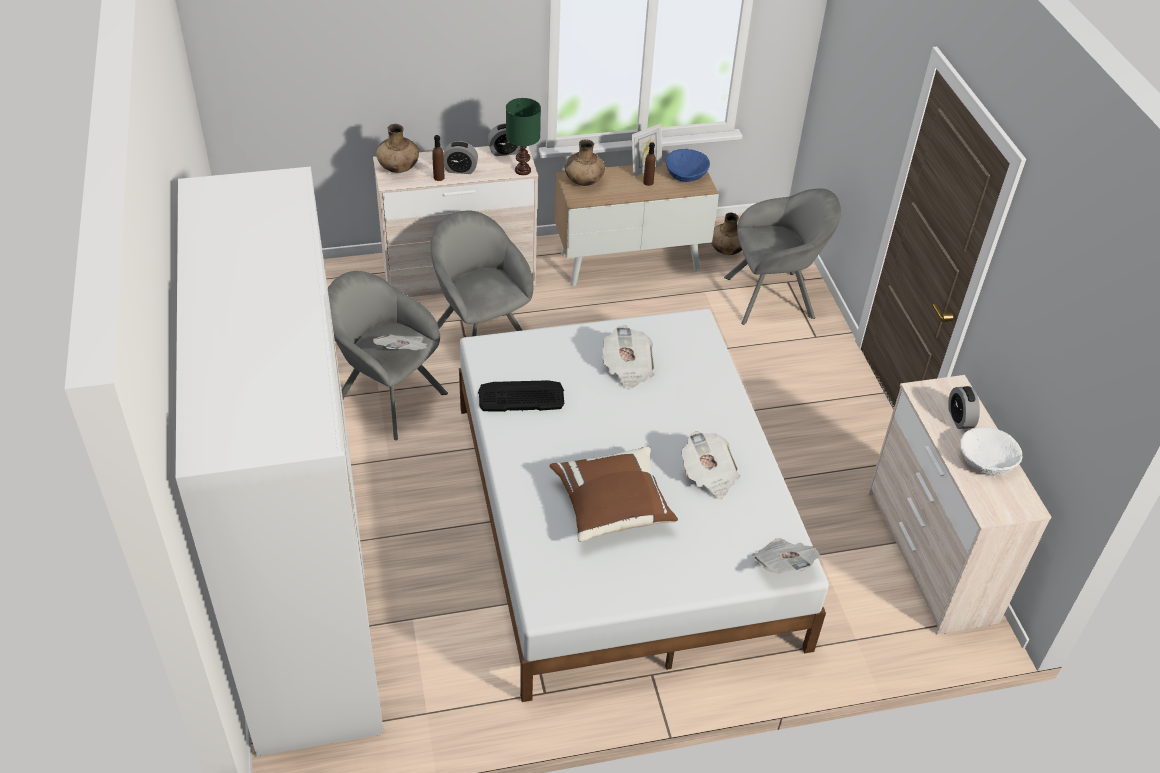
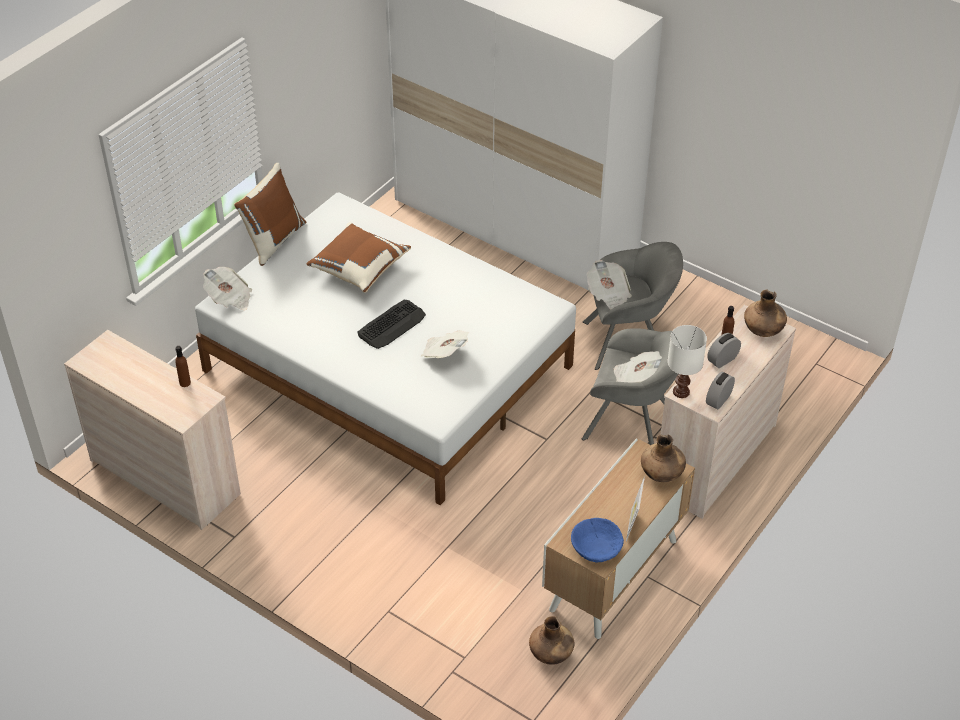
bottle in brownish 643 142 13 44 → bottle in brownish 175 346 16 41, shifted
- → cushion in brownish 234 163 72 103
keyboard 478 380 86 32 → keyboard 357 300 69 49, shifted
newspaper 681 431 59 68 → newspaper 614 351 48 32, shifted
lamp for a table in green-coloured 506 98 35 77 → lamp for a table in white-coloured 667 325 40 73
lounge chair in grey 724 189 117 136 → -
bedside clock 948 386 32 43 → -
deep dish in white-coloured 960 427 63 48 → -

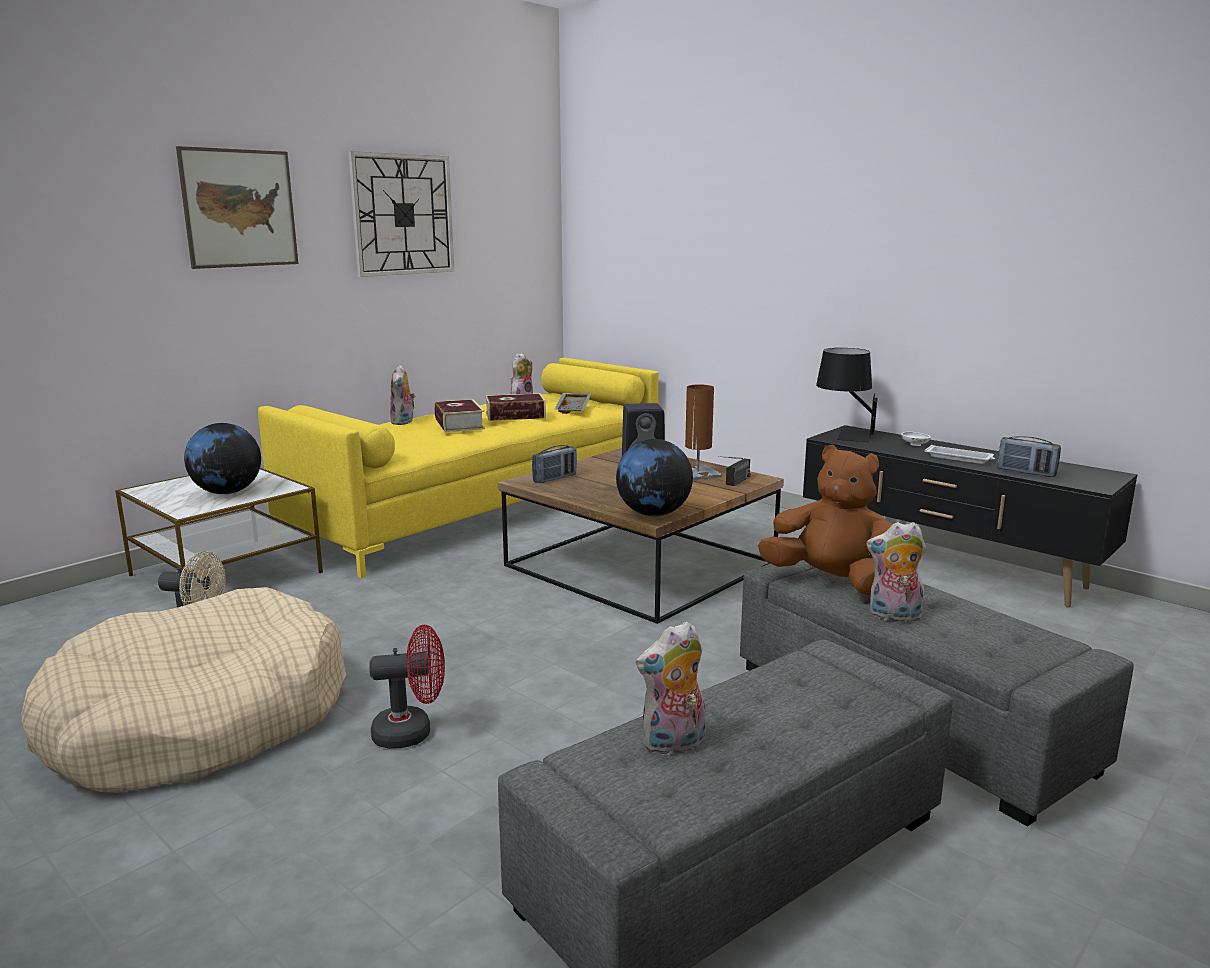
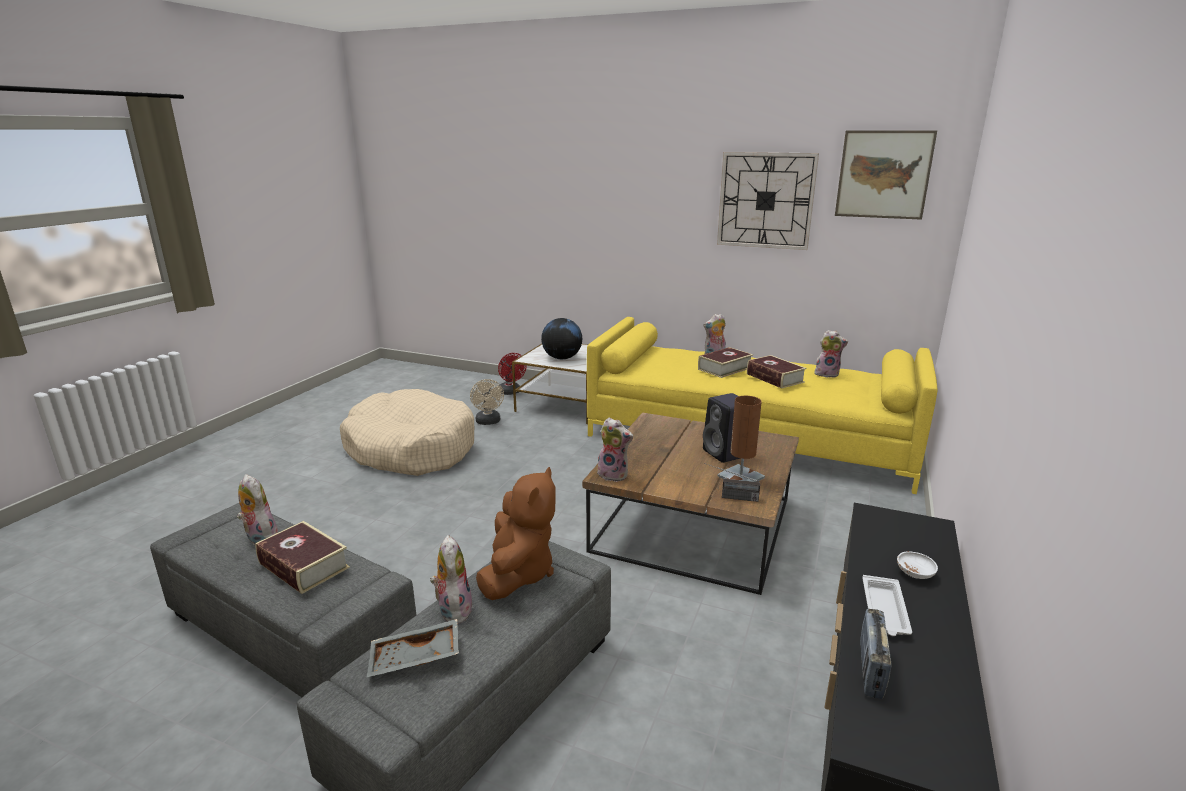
- → volume 255 521 95 73
carrying tray in grey 554 393 37 21 → carrying tray in grey 366 619 93 59, shifted
fan in red 369 625 76 124 → fan in red 498 353 29 42, shifted
desk globe 616 439 77 77 → soft toy 597 418 36 64
wall picture 176 146 122 123 → wall picture 835 130 102 90, shifted
radio set 532 445 45 38 → -
lamp for a table in black-coloured 816 348 61 94 → -

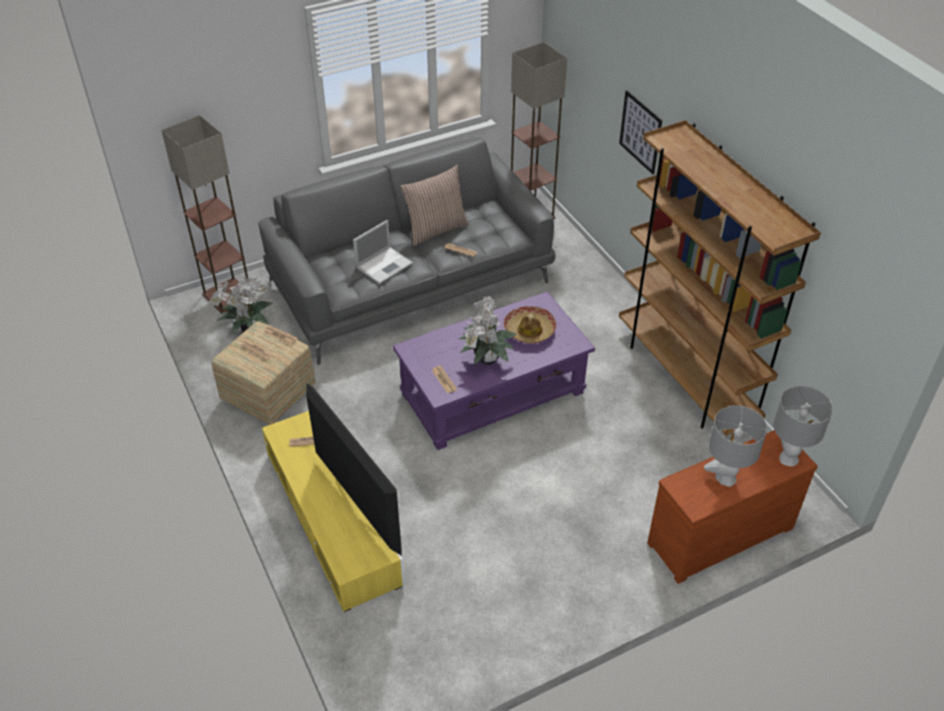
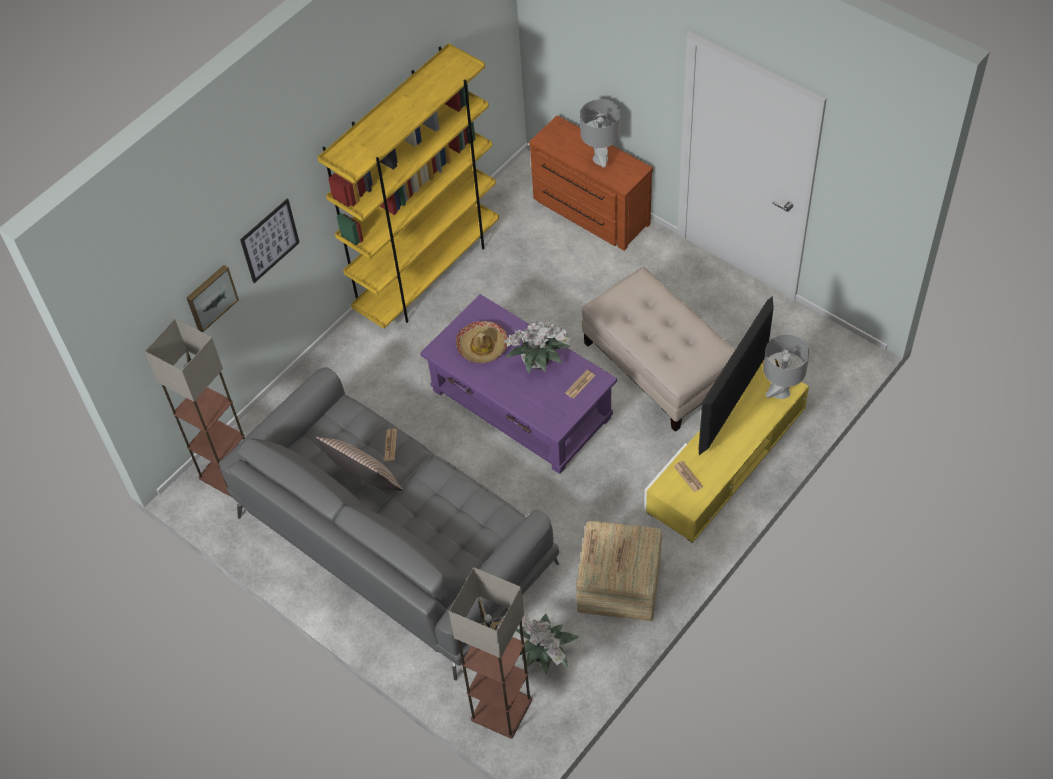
- → wall picture 187 265 52 67
shelving unit in brownish 619 120 202 315 → shelving unit in yellow-coloured 318 43 181 286
- → pouffe in beige-coloured 582 267 153 165
lamp for a table in grey 773 386 60 80 → lamp for a table in grey 763 334 46 65, shifted
notebook computer 353 220 60 64 → -

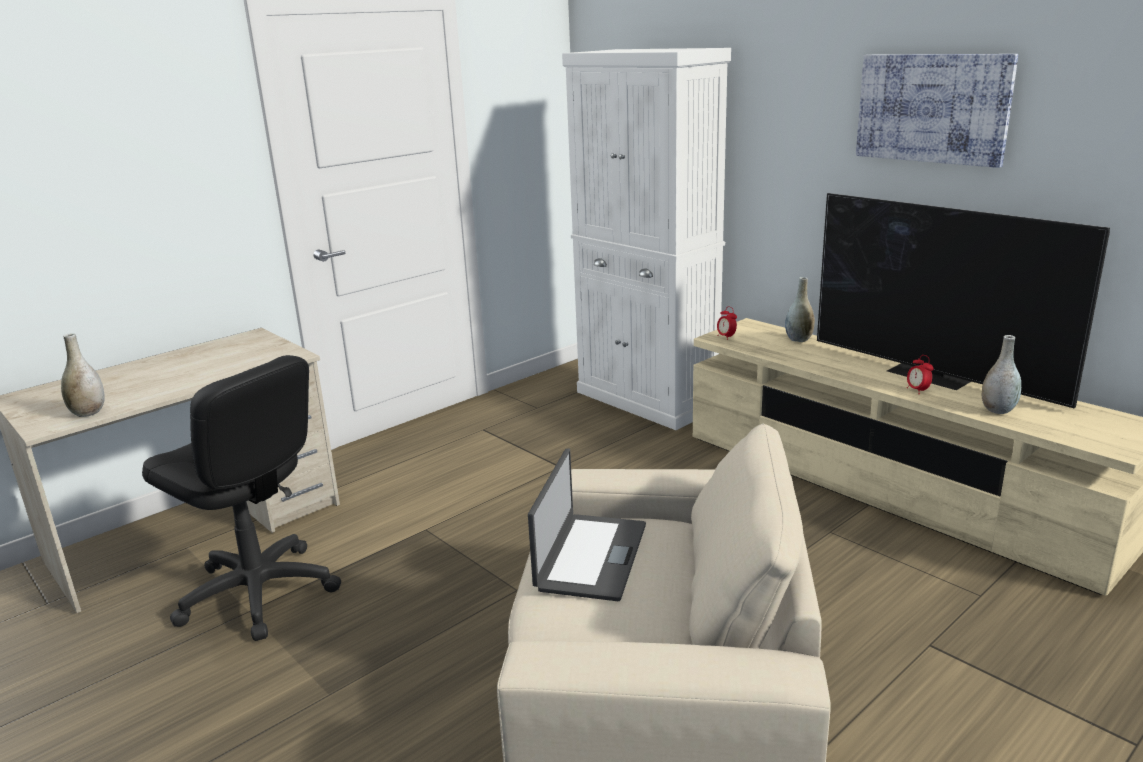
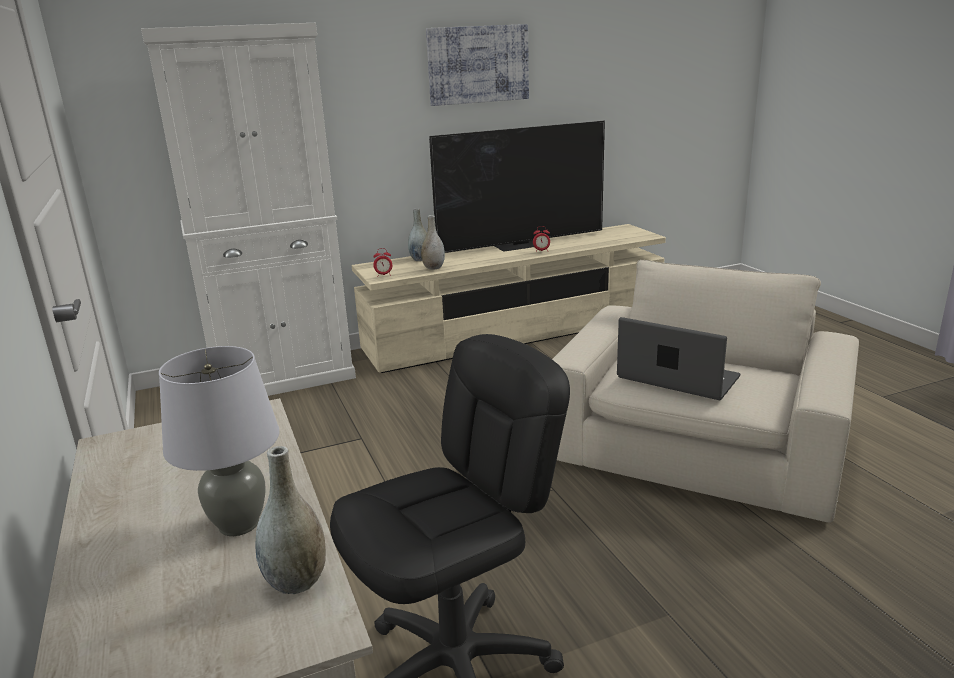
- → lamp for a table in grey 159 346 120 190
decorative vase in grey 982 335 39 79 → decorative vase in grey 421 215 24 55, shifted

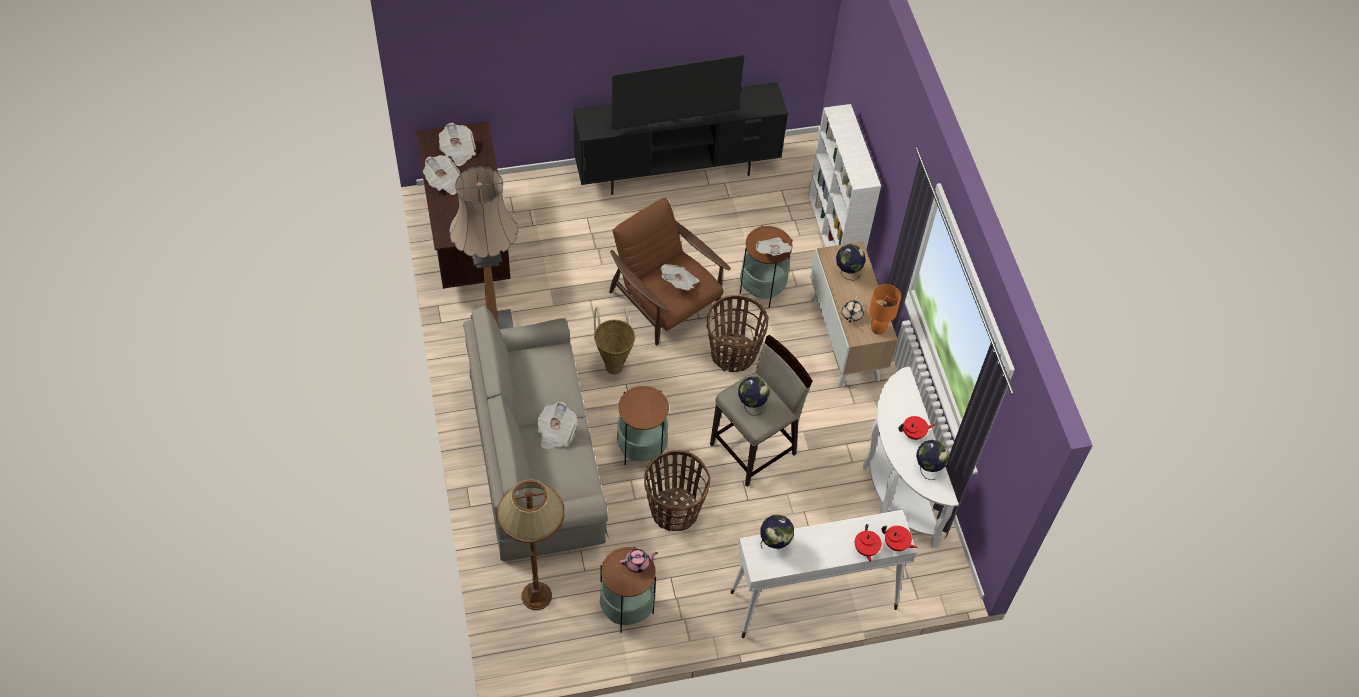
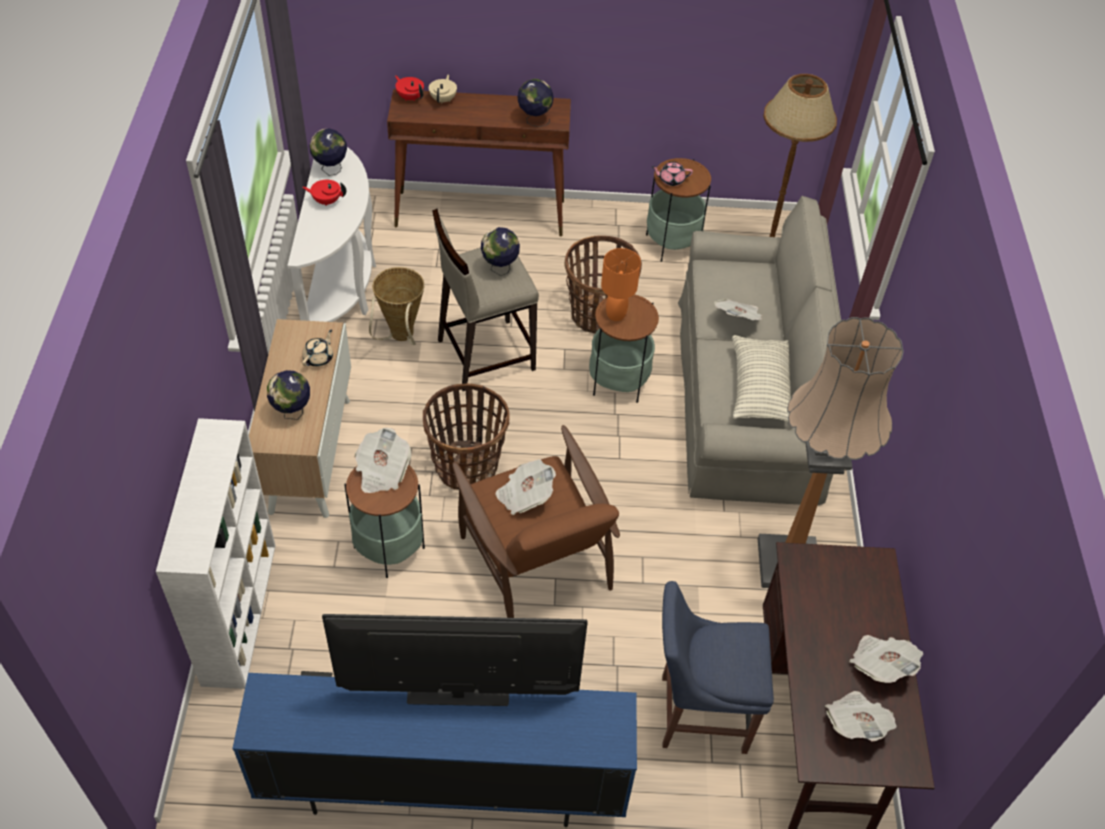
media console in black-coloured 573 82 215 113 → media console in blue 232 671 405 156
basket 594 305 41 69 → basket 369 267 55 78, shifted
narrow table in white-coloured 730 510 187 128 → narrow table in brownish 387 89 184 147
teapot in red 855 524 27 38 → teapot in beige-coloured 429 75 28 29
lamp for a table in orange 869 284 32 51 → lamp for a table in orange 601 248 40 73, shifted
- → chair in blue 662 581 112 173
- → cushion 732 335 59 87

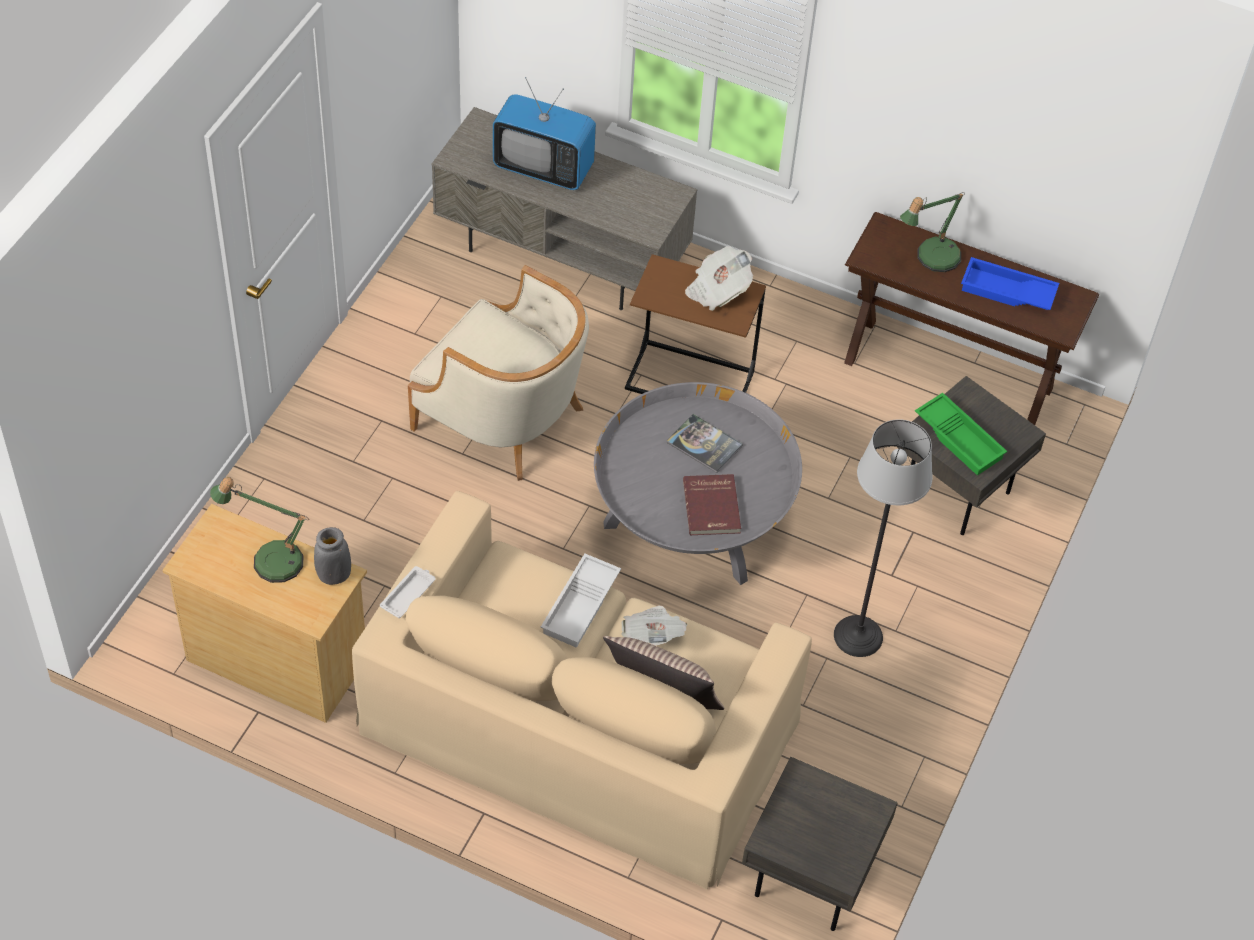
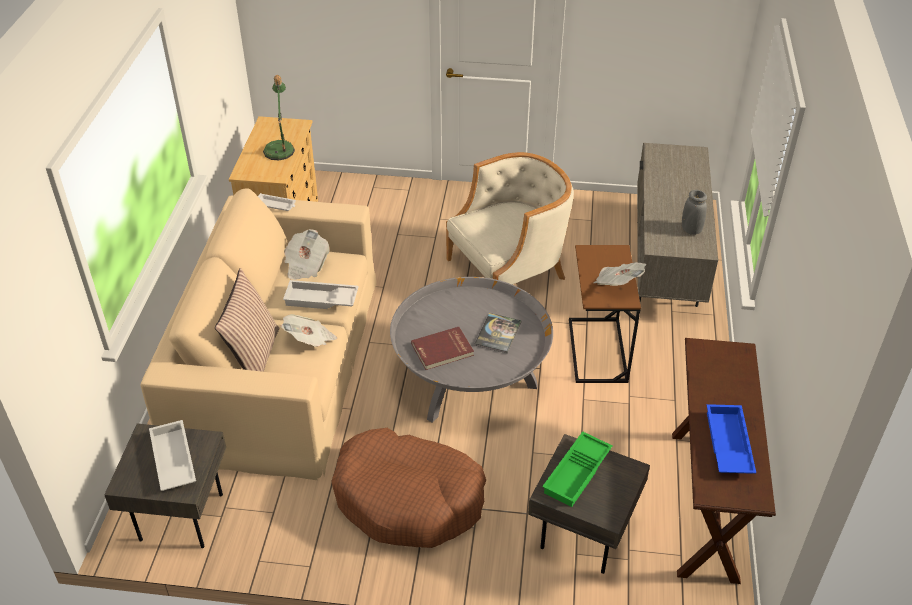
- → carrying tray in white-coloured 149 420 47 71
- → newspaper 284 229 46 51
standing lamp 834 419 98 238 → dog cushion in brownish 331 428 155 120
lounge chair in beige-coloured 408 265 181 216 → lounge chair in beige-coloured 446 152 128 133, 135 degrees counterclockwise
decorative vase in grey 314 527 37 58 → decorative vase in grey 682 190 25 45, shifted
television 493 77 103 113 → -
lamp for a table 900 192 65 80 → -

